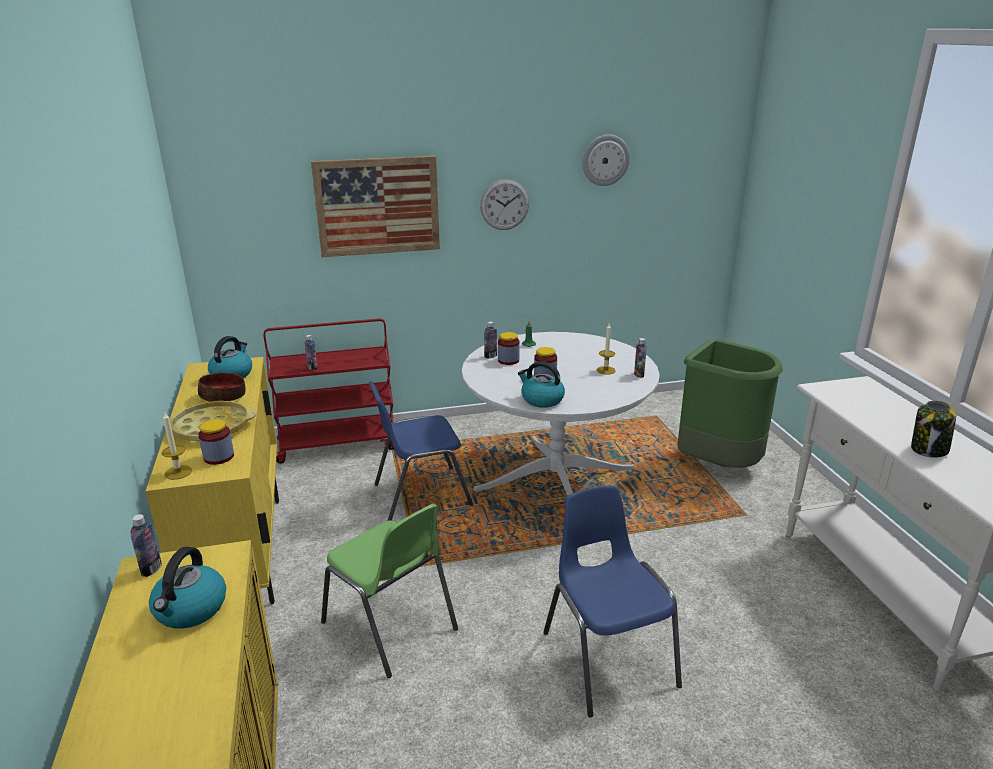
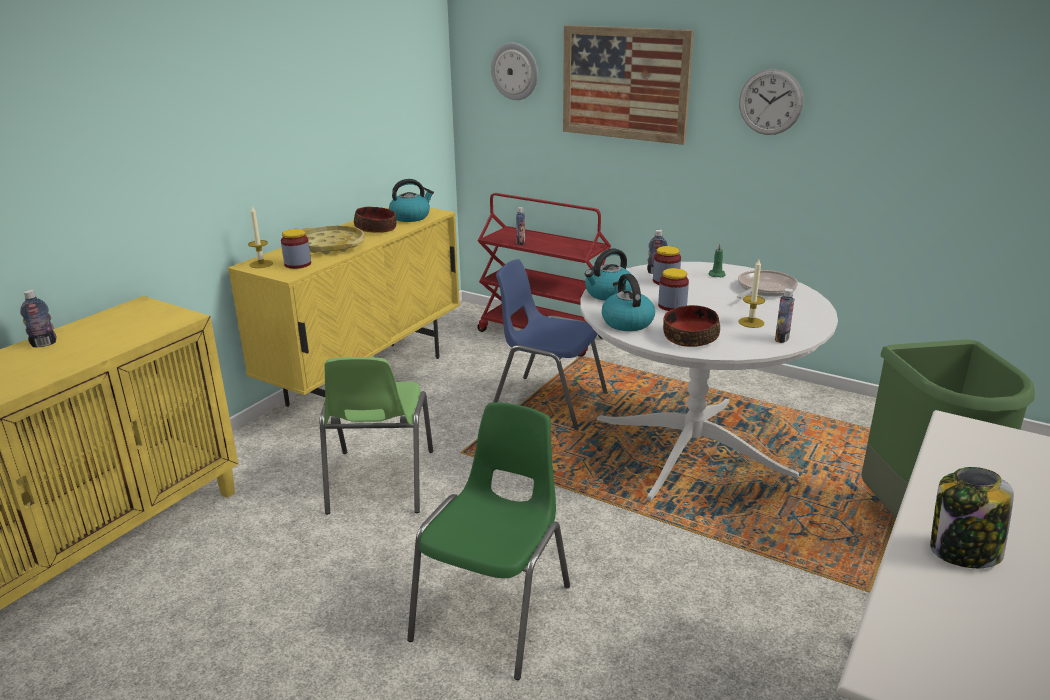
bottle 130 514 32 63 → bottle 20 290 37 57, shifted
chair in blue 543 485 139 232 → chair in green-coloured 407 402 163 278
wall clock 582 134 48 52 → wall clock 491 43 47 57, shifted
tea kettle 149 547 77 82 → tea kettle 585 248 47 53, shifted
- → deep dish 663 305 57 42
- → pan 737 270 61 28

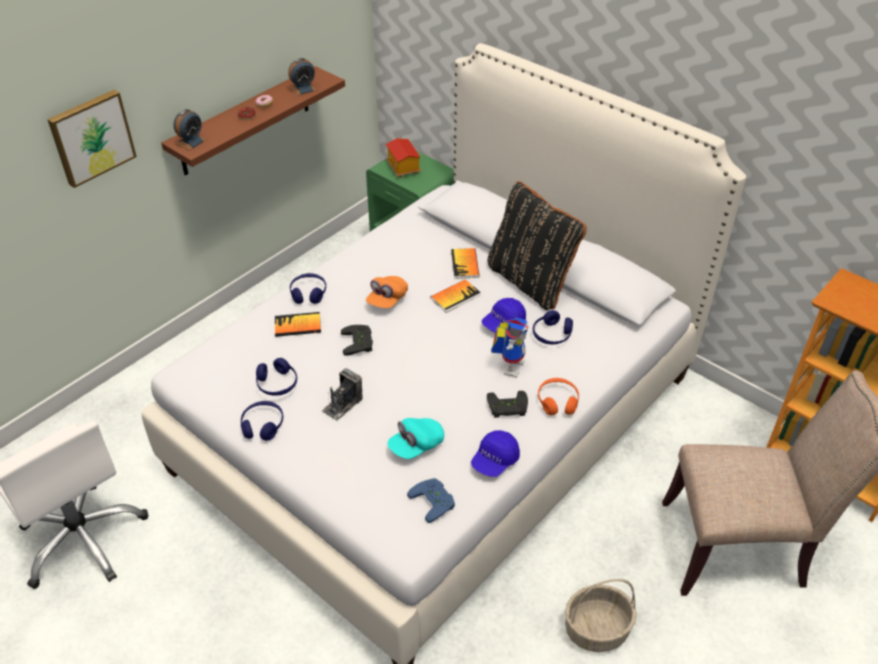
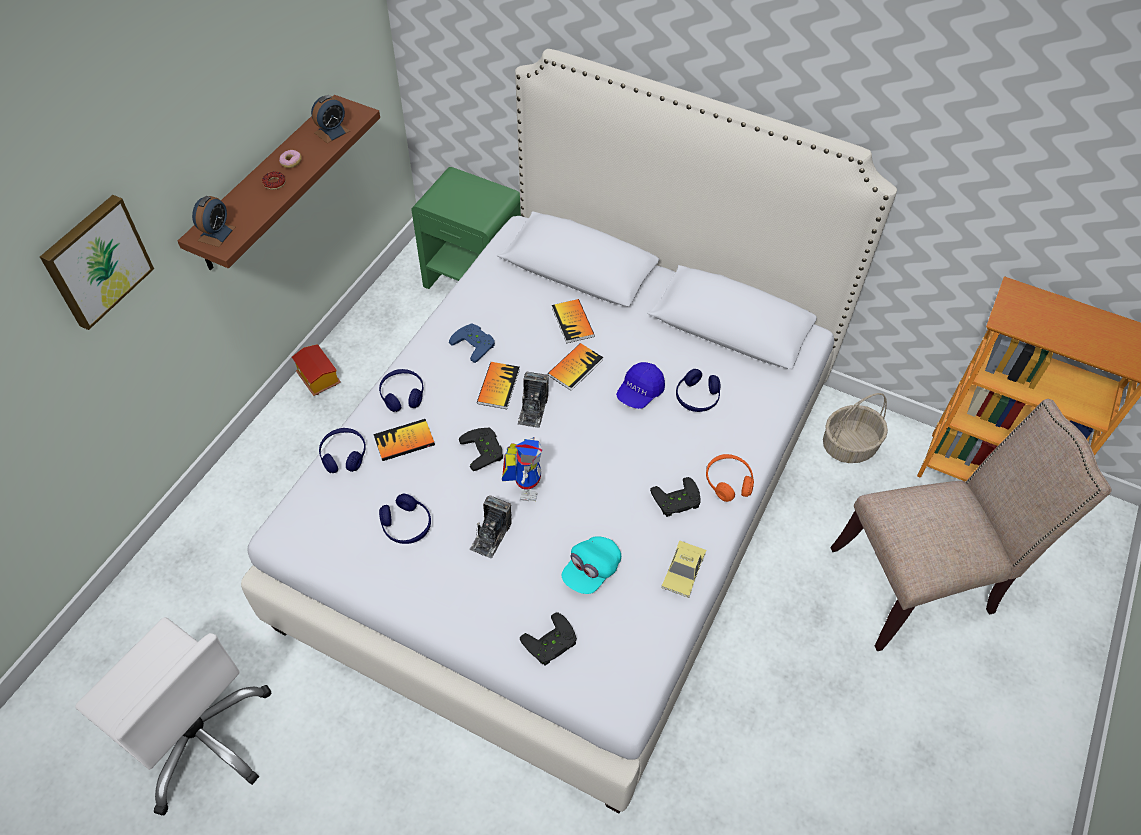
miniature house 386 138 35 40 → miniature house 292 344 49 52, shifted
headphones in blue 241 401 42 40 → headphones in blue 319 428 47 45, shifted
game controller in blue 407 478 48 45 → game controller in blue 449 323 46 40, shifted
baseball cap in orange 366 276 42 32 → volume 477 362 43 47
model robot 491 317 38 61 → model robot 502 436 40 65, shifted
- → photo camera 517 372 32 56
- → game controller in black-coloured 520 612 57 54
baseball cap in blue 471 430 49 47 → toy car 661 540 45 58
basket 565 579 72 73 → basket 823 393 65 70, shifted
cushion in black-coloured 488 181 98 129 → -

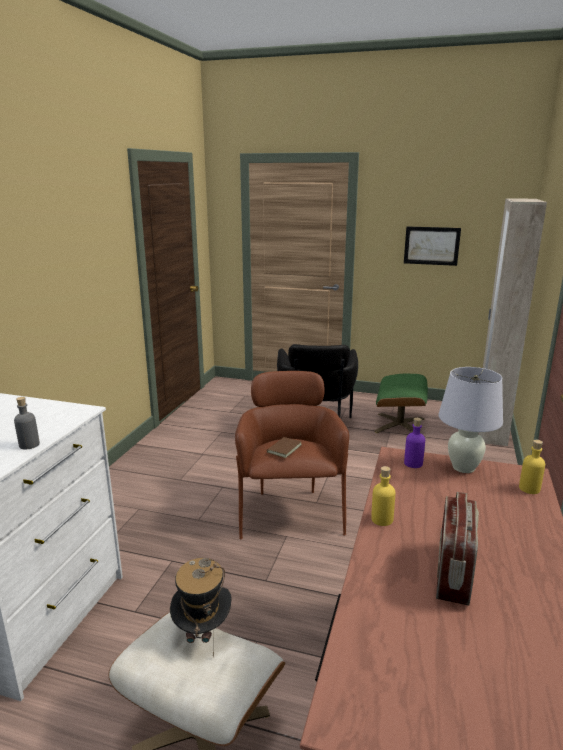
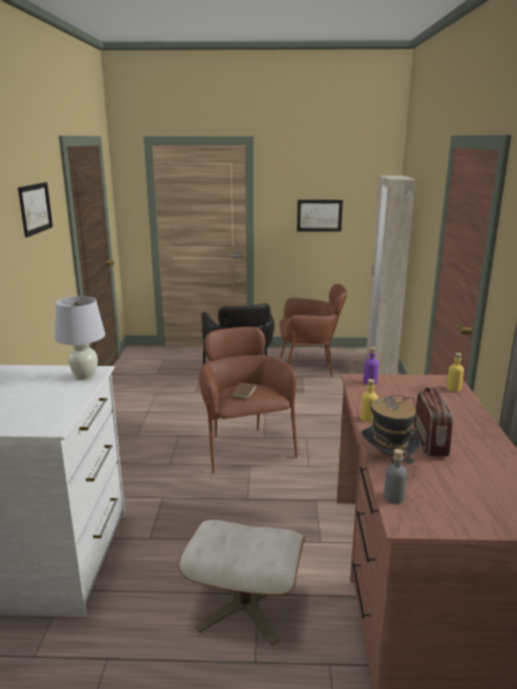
- → wall picture 18 182 35 56
lamp for a table in white-coloured 439 367 64 106 → lamp for a table in white-coloured 55 296 50 84, shifted
pouffe in green-coloured 374 374 54 59 → lounge chair in brownish 279 284 68 93
clothing hat 170 558 62 99 → clothing hat 361 395 60 83, shifted
bottle in grey 14 397 26 53 → bottle in grey 384 449 23 55, shifted

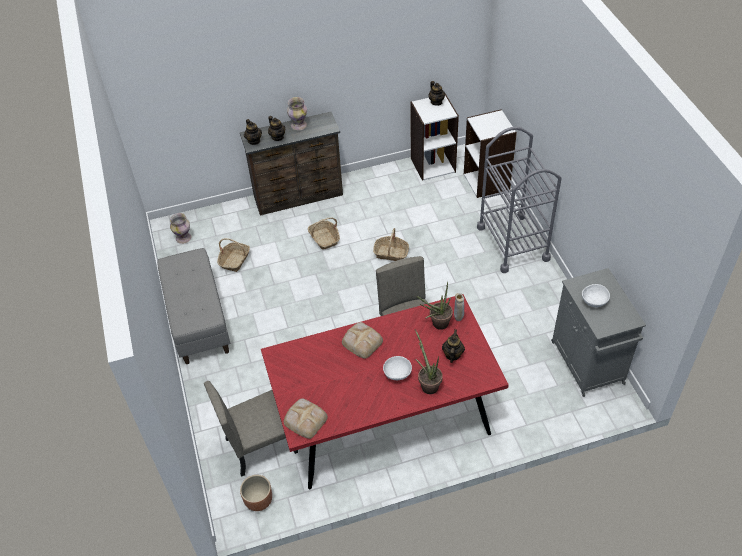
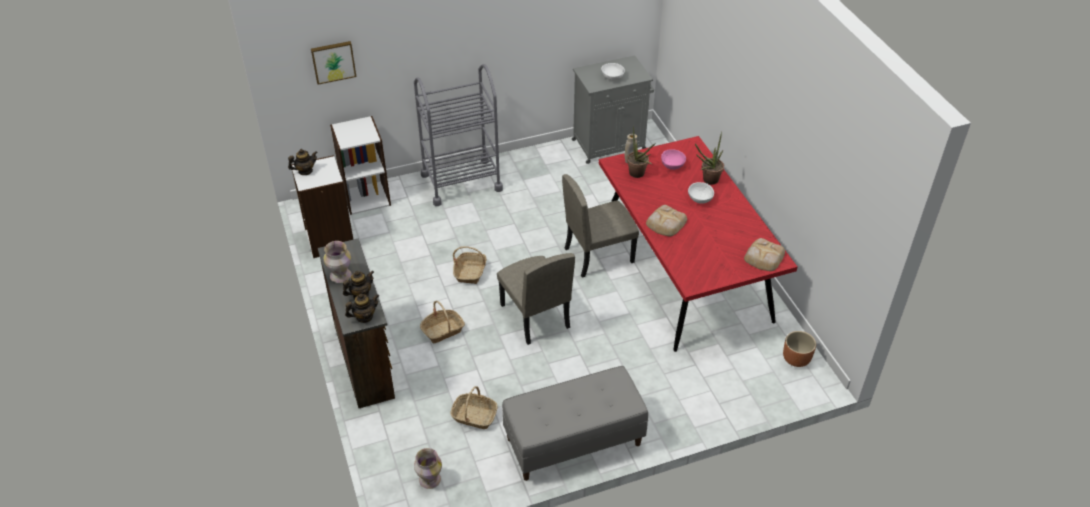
- → wall picture 311 41 45 44
chair in beige-coloured 204 381 94 96 → chair in beige-coloured 497 253 78 92, shifted
teapot 442 329 23 34 → deep dish in pink 661 149 25 21

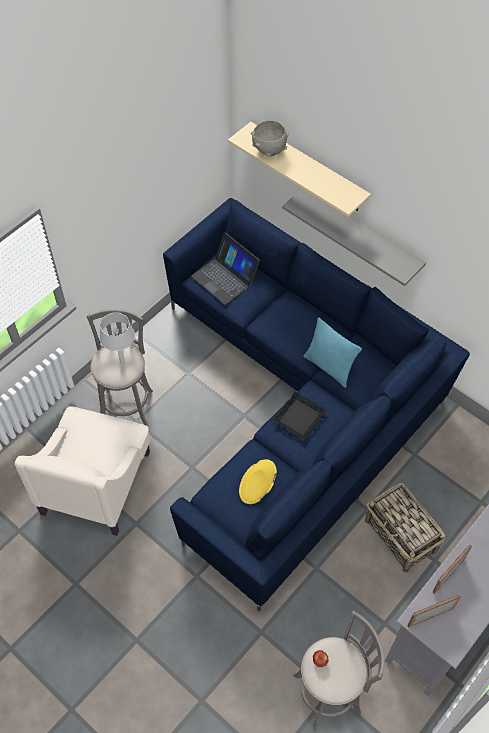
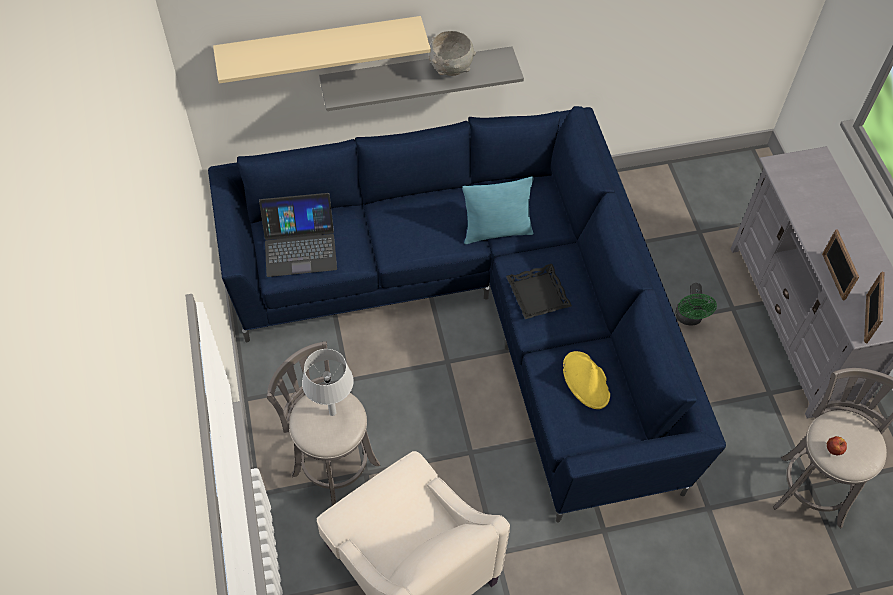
deep dish in grey 251 121 38 35 → deep dish in grey 429 31 47 45, shifted
basket 365 483 80 90 → fan in green-coloured 675 283 42 43

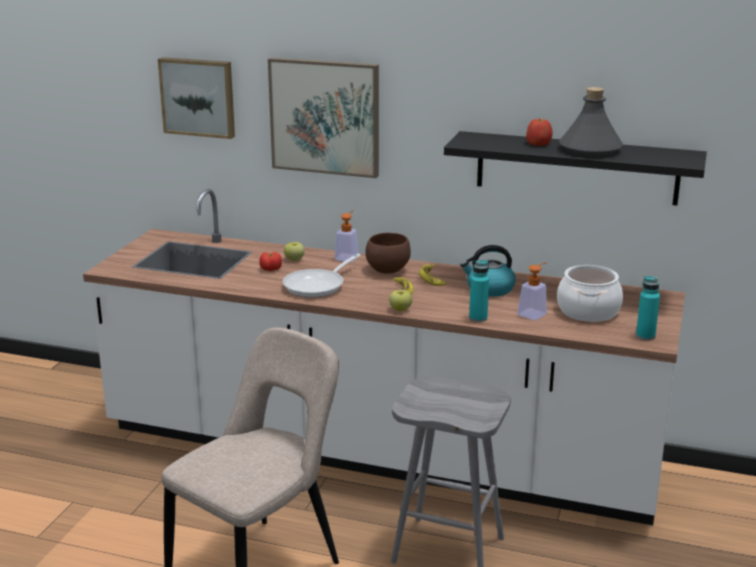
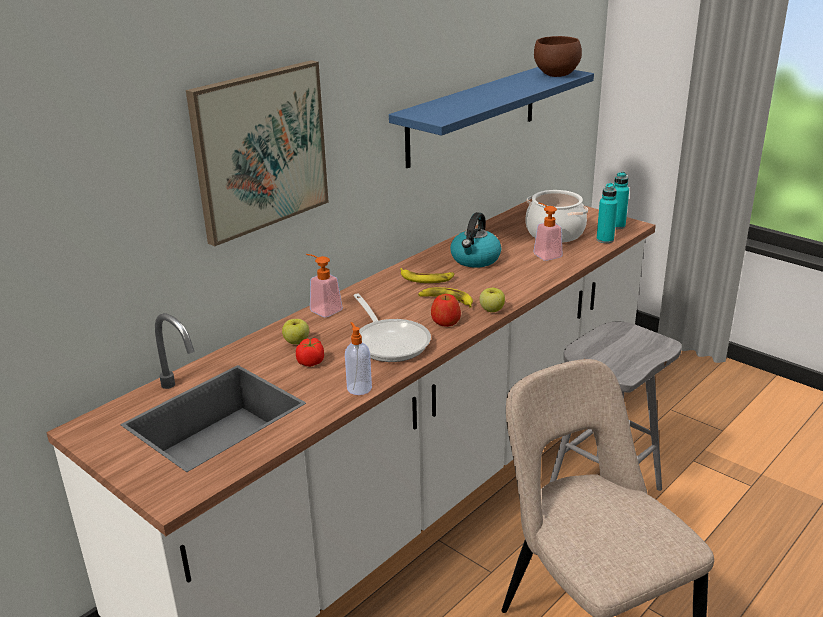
- → soap dispenser 345 322 27 73
shelf in black-coloured 444 131 263 74 → shelf in blue 389 67 205 101
apple 526 119 27 27 → apple 431 294 30 33, shifted
deep dish in brownish 365 233 46 41 → deep dish in brownish 534 36 48 41, shifted
bottle in turquoise 469 260 20 62 → bottle in turquoise 596 183 22 60, shifted
wall picture 158 57 77 82 → -
bottle in grey 559 87 64 70 → -

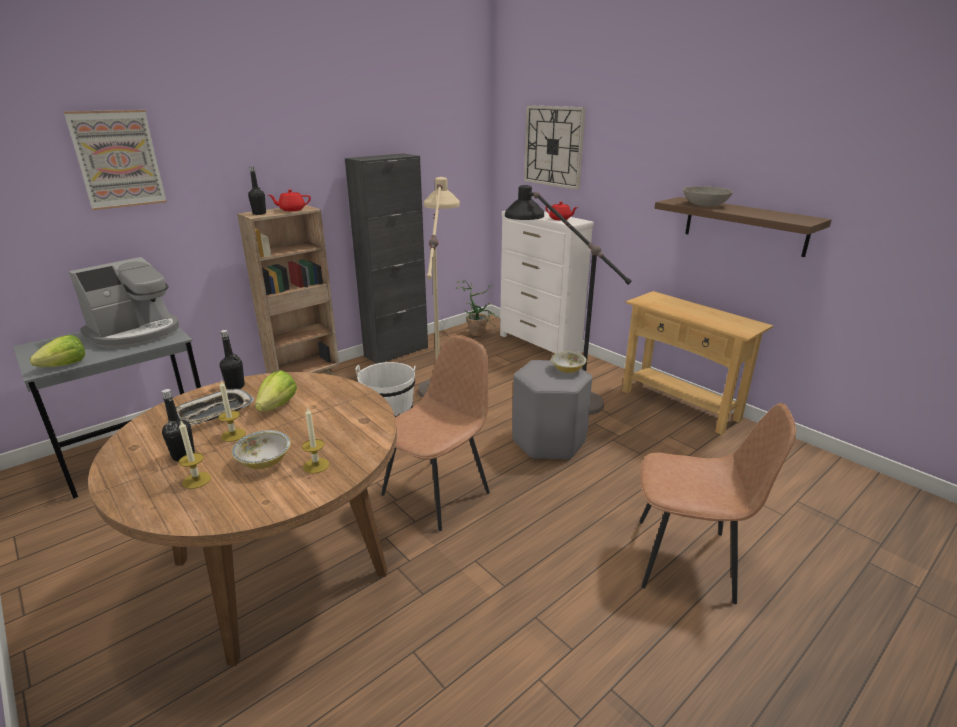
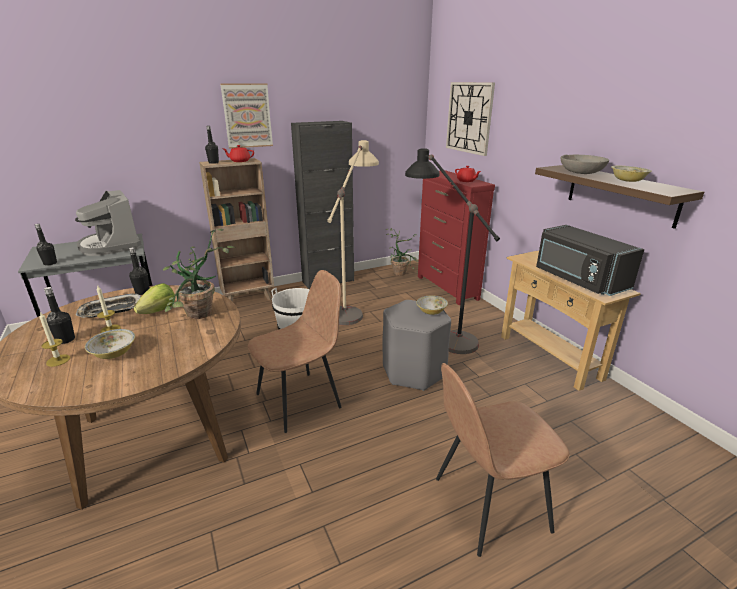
head of lettuce 30 335 55 32 → bottle in black-coloured 35 224 22 41
coffee brewer 69 257 110 92 → coffee brewer 75 190 67 66, 90 degrees clockwise
- → houseplant 163 229 72 90
wall picture 64 110 103 100 → wall picture 220 83 53 66, shifted
dresser in white-coloured 500 211 94 143 → dresser in red 418 170 77 135
chair in brownish 639 403 157 201 → chair in brownish 436 363 134 194, 135 degrees clockwise
- → microwave in black-coloured 536 225 108 71
- → deep dish 611 166 41 16
wax candle 302 407 27 67 → -

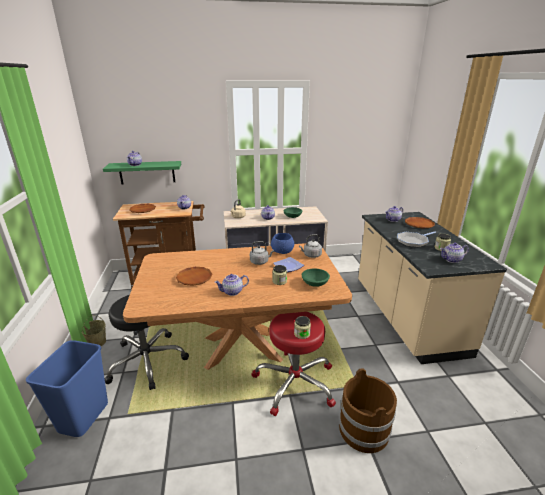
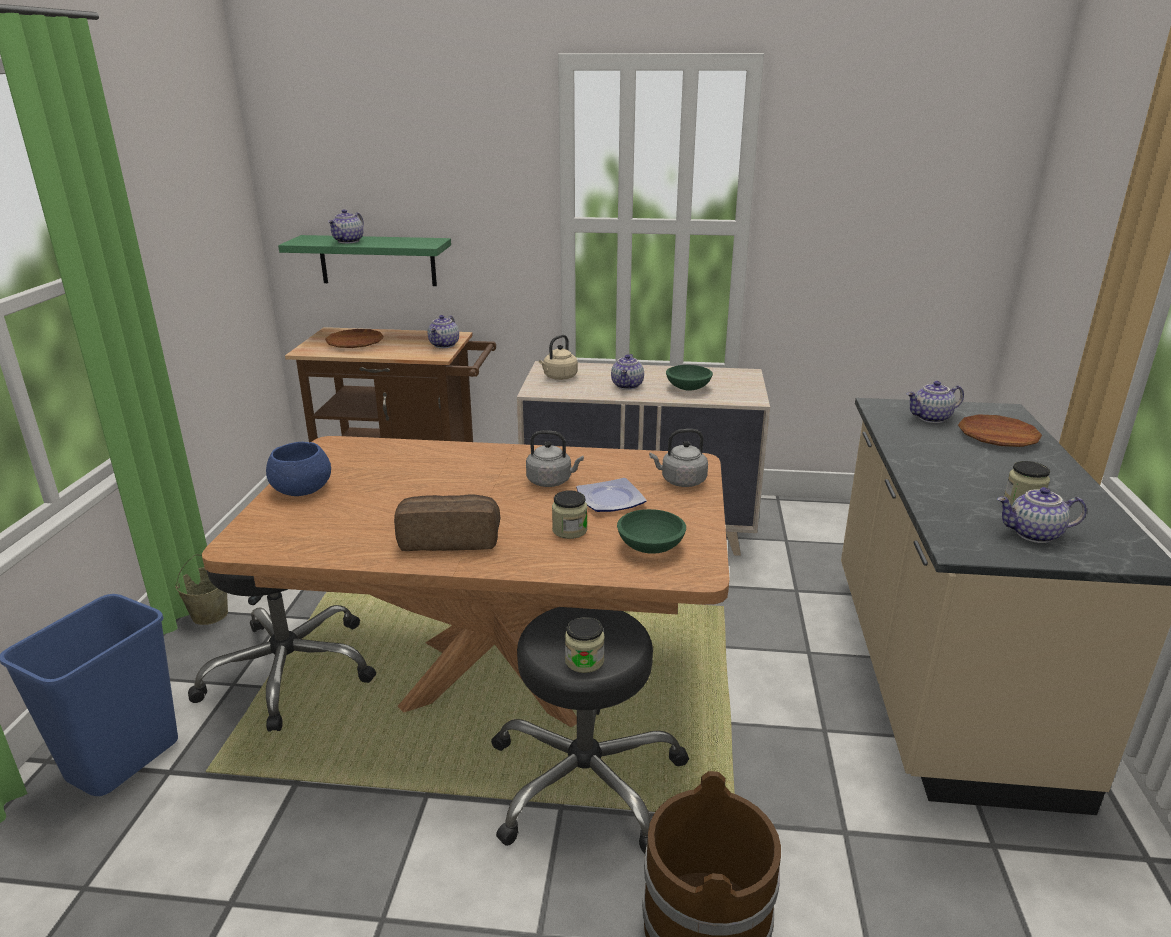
deep dish in blue 271 233 23 21 → deep dish in blue 266 442 65 54, shifted
teapot 214 274 35 22 → bakery bread 394 495 106 56
sitting stool in red 251 312 85 104 → sitting stool in black-coloured 491 607 198 247
dinner plate in brownish 176 267 36 19 → -
pan 397 232 39 15 → -

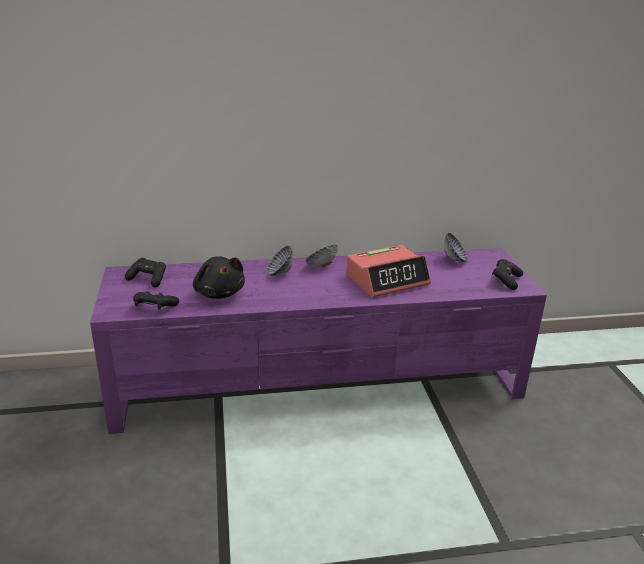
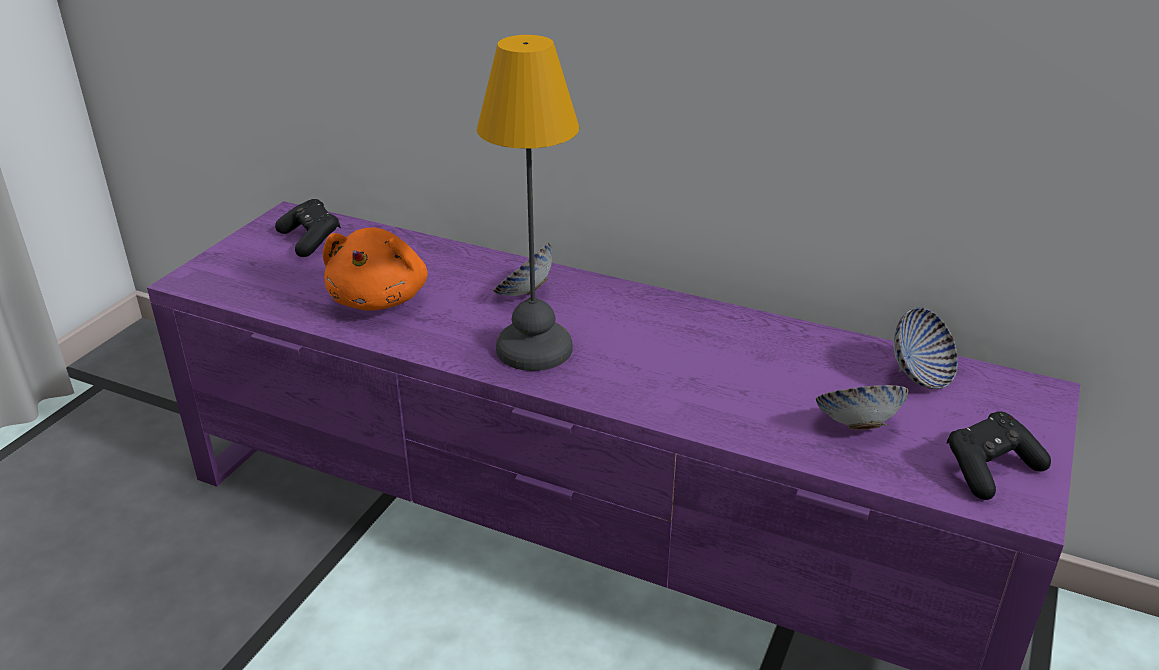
soft toy in black-coloured 193 256 52 43 → soft toy in orange 323 227 105 84
- → lamp for a table 477 35 102 336
deep dish 306 244 32 23 → deep dish 816 385 92 45, shifted
game controller in black-coloured 133 291 46 18 → -
bedside clock 346 245 85 52 → -

